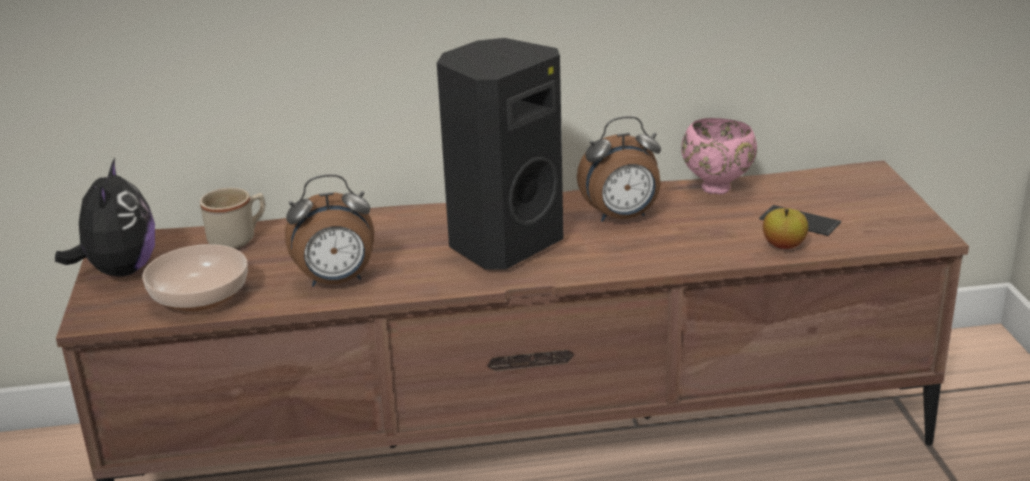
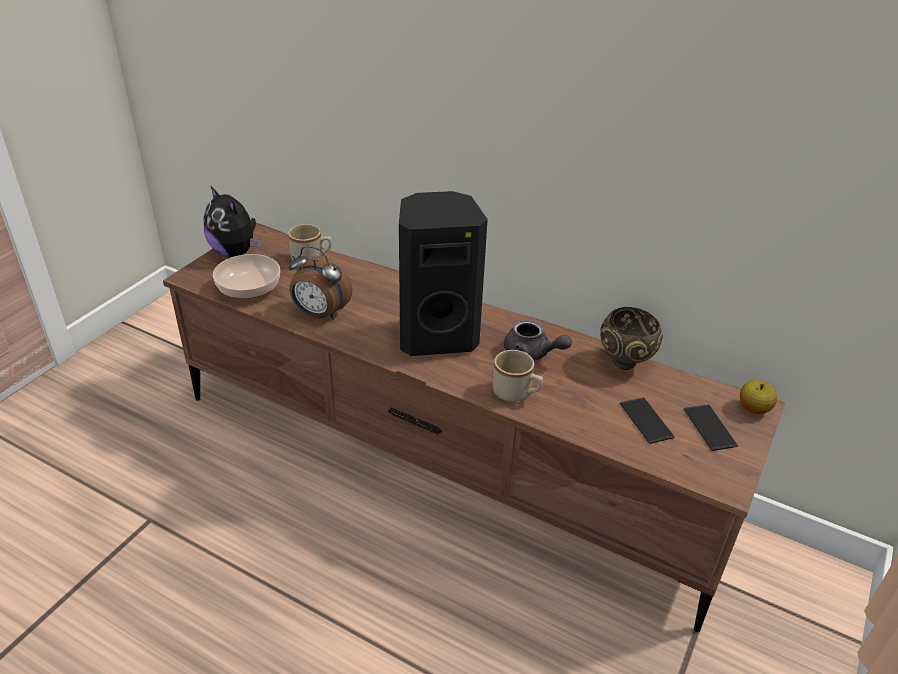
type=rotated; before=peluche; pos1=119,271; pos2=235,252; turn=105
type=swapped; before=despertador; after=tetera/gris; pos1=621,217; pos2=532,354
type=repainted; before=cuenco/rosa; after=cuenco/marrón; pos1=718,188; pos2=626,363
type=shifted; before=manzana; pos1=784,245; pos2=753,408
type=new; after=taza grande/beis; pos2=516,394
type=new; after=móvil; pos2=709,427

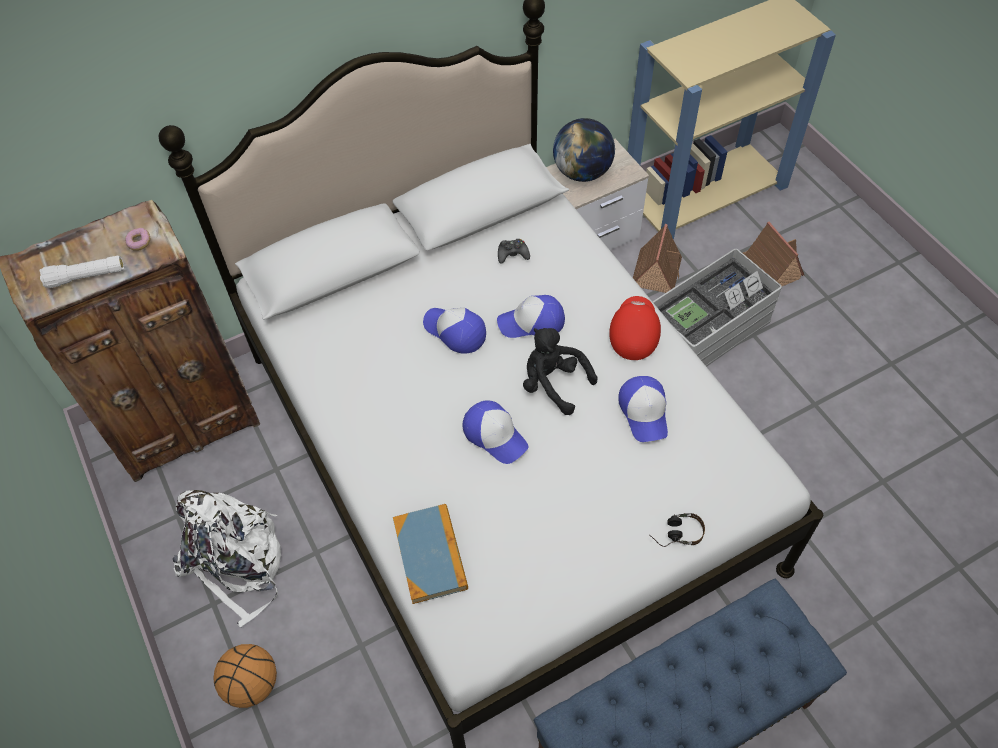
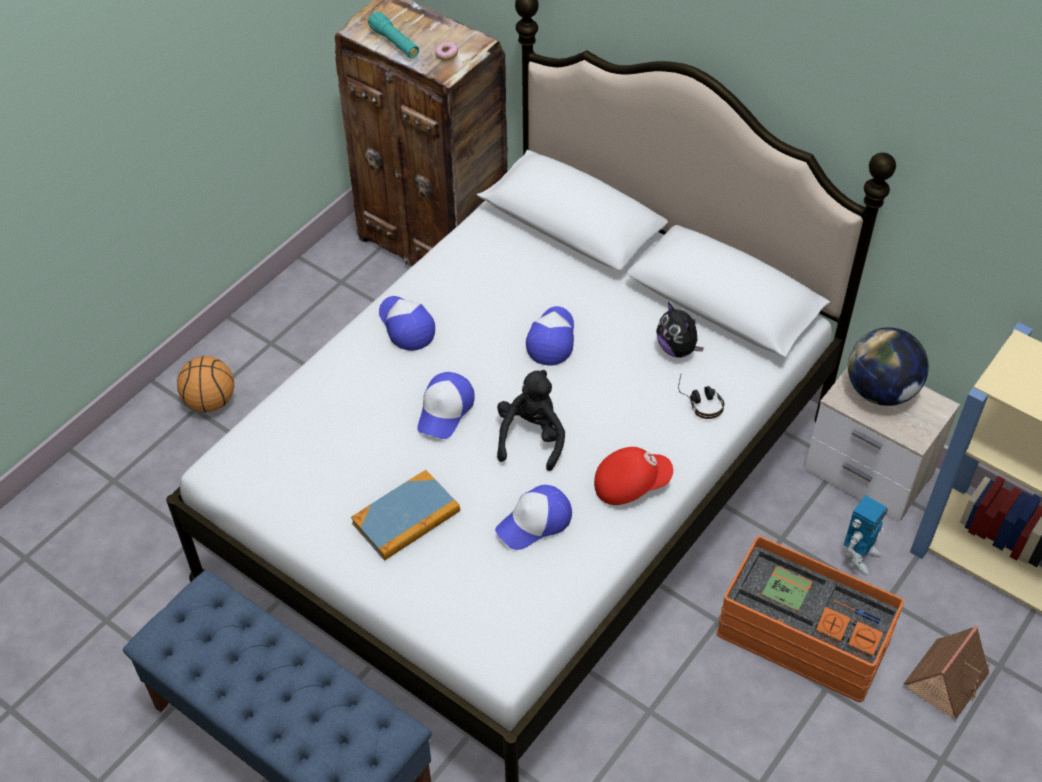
type=repainted; before=linterna/blanco; after=linterna/turquesa; pos1=86,277; pos2=394,43
type=gone; before=mochila/blanco; pos1=236,562
type=shifted; before=libro; pos1=430,555; pos2=406,518
type=shifted; before=gorra; pos1=532,322; pos2=406,326
type=swapped; before=mando de consola/negro; after=peluche; pos1=512,254; pos2=677,349
type=swapped; before=casita; after=robot de juguete; pos1=656,271; pos2=859,556
type=shifted; before=auriculares; pos1=675,533; pos2=700,400
type=repainted; before=caja de almacenaje/gris; after=caja de almacenaje/naranja; pos1=706,328; pos2=804,634

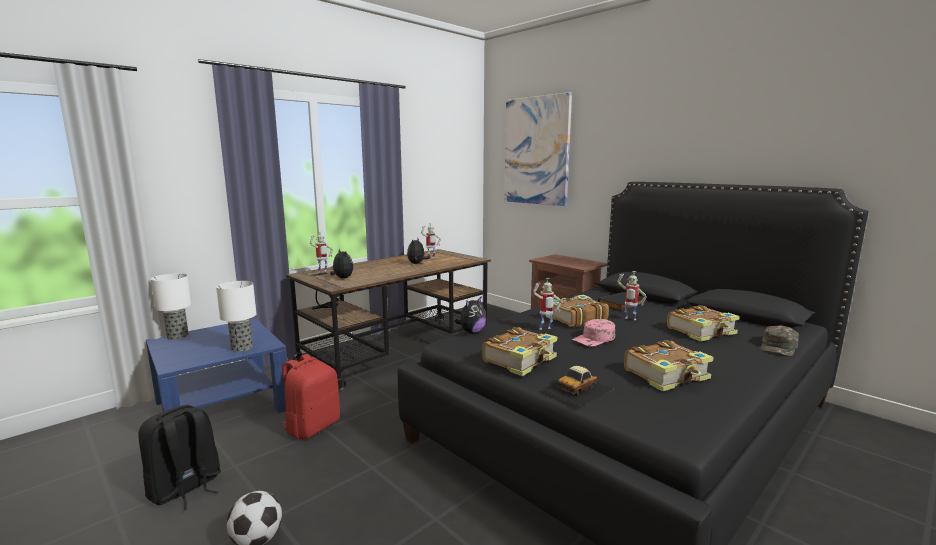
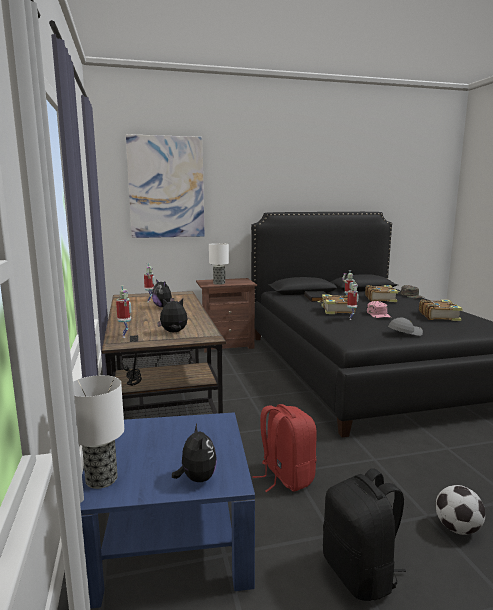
type=shifted; before=lámpara de mesa; pos1=241,348; pos2=219,283
type=shifted; before=peluche; pos1=472,332; pos2=196,479
type=swapped; before=libro; after=gorra/gris; pos1=521,360; pos2=404,332
type=gone; before=coche de juguete; pos1=577,389

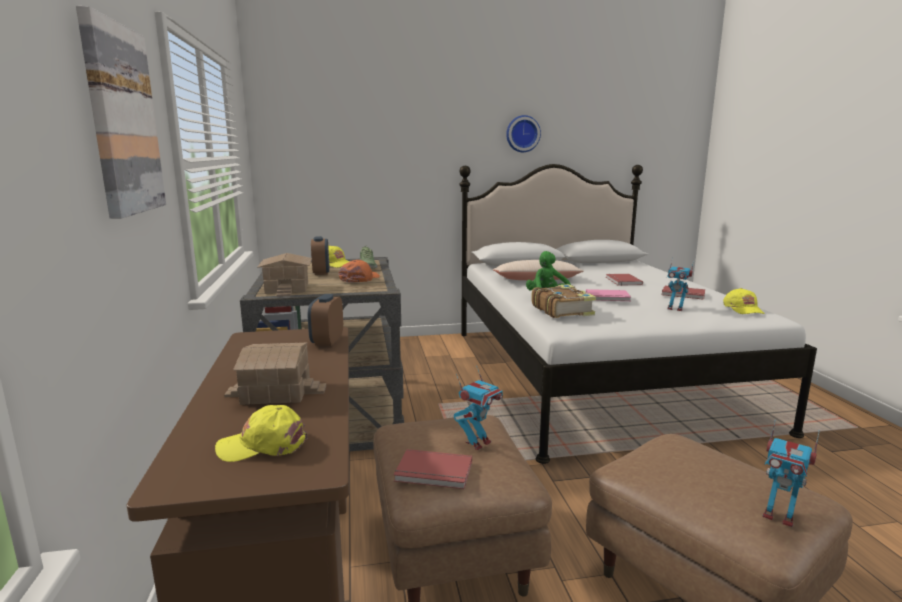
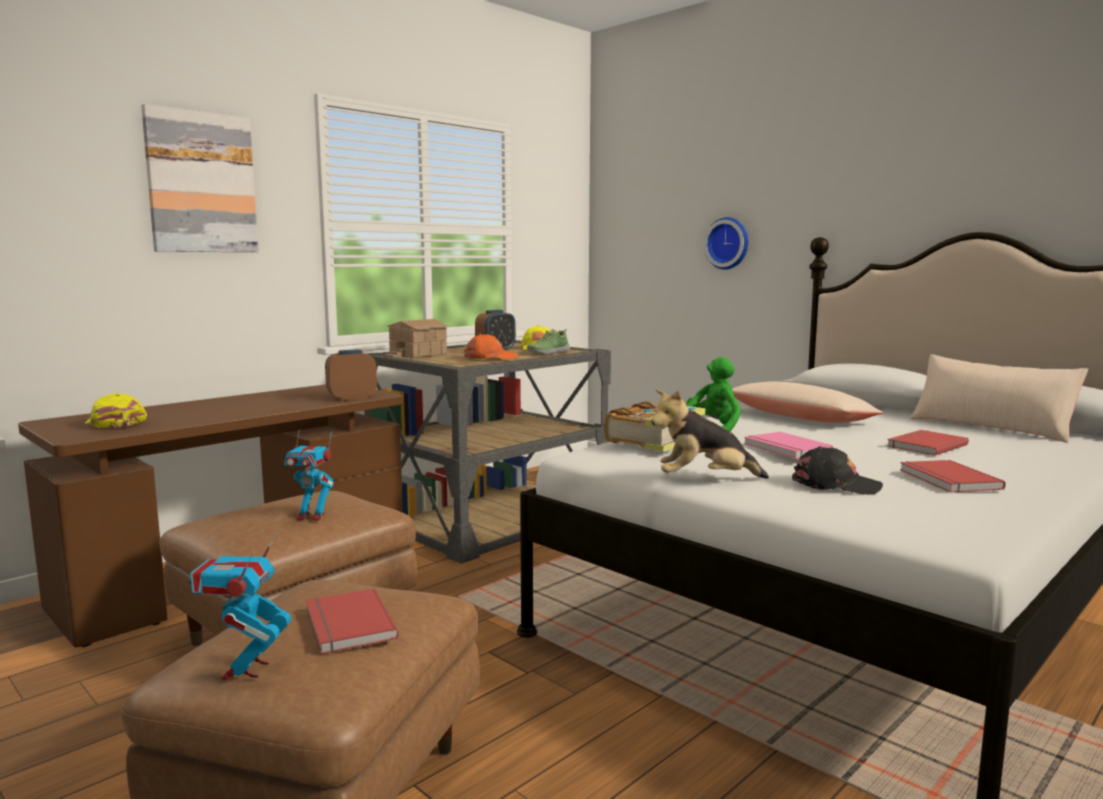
type=gone; before=casita; pos1=276,392
type=shifted; before=libro/rojo; pos1=434,473; pos2=346,625
type=shifted; before=reloj de pared; pos1=522,134; pos2=728,243
type=swapped; before=robot de juguete; after=gorra/negro; pos1=675,308; pos2=835,485
type=gone; before=gorra/amarillo; pos1=743,309
type=new; after=peluche; pos2=704,480
type=new; after=cojín/beis; pos2=990,427

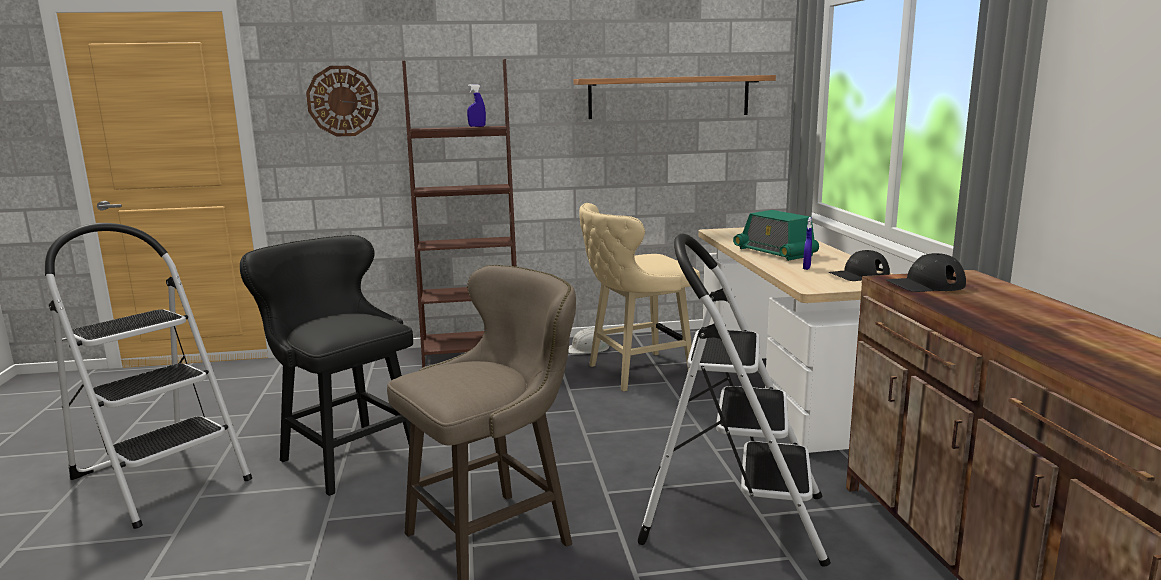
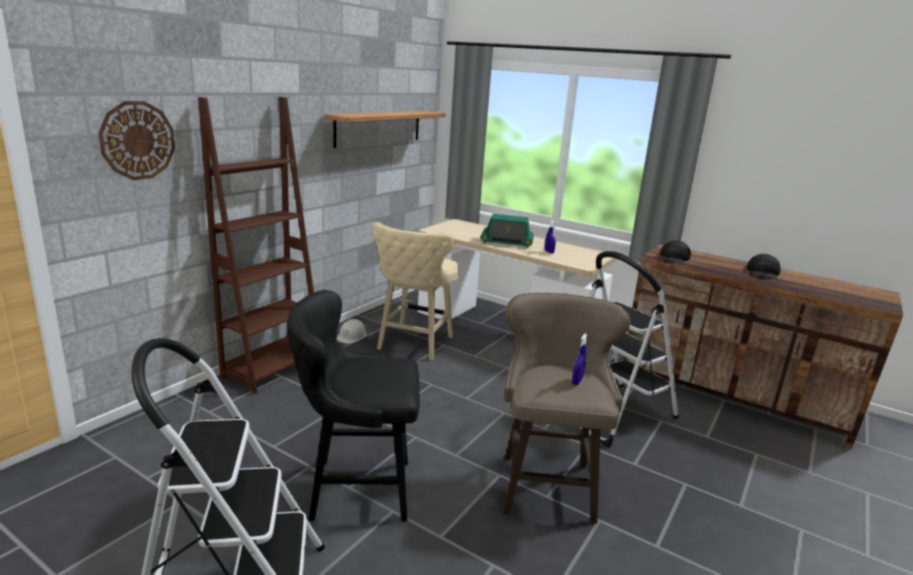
type=shifted; before=pulverizador/azul; pos1=477,126; pos2=577,381
type=shifted; before=gorra/negro; pos1=859,275; pos2=762,272

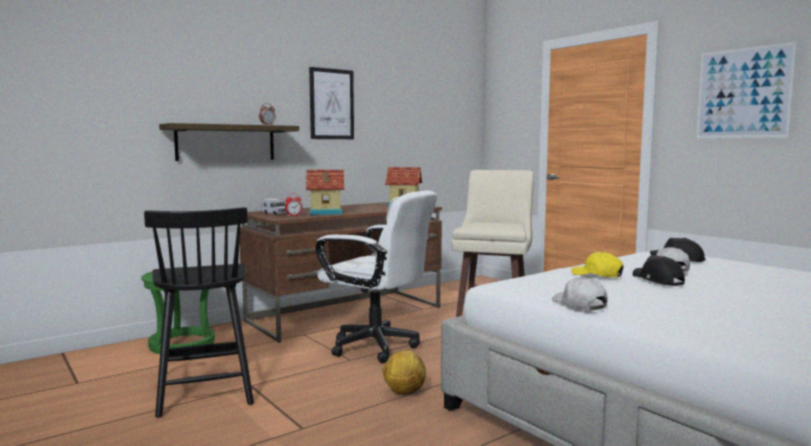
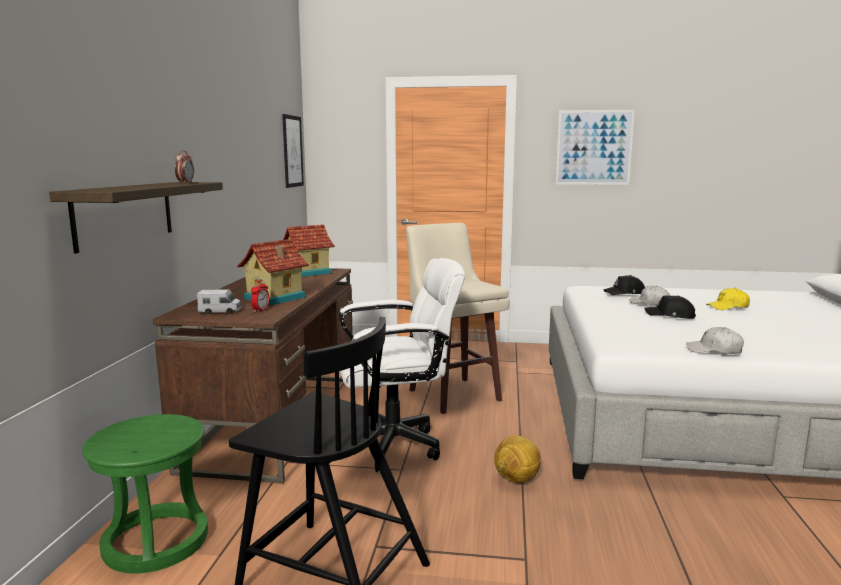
type=shifted; before=cuadro; pos1=331,104; pos2=292,151
type=shifted; before=gorra/amarillo; pos1=597,275; pos2=728,307

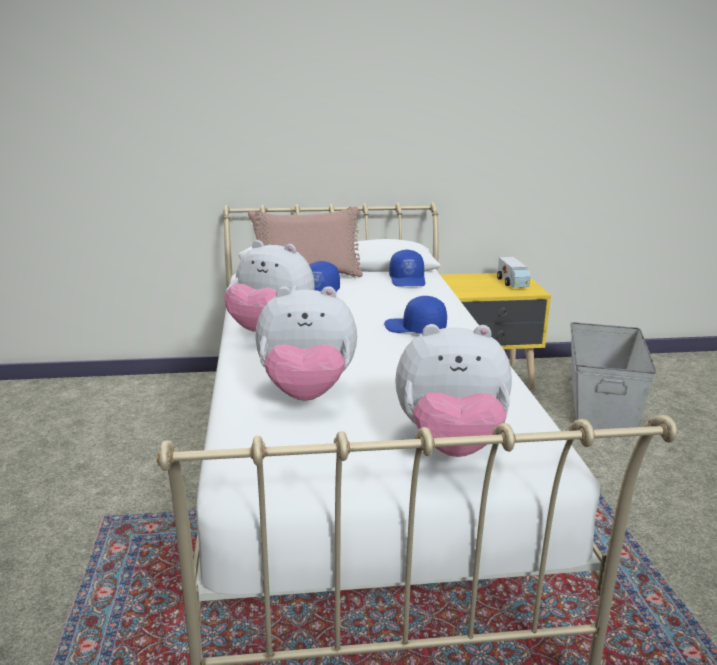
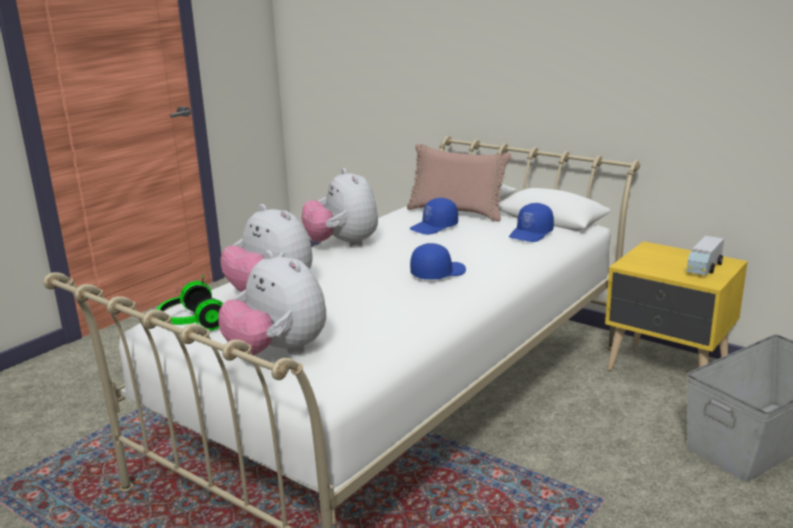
type=rotated; before=gorra/azul; pos1=415,329; pos2=437,273; turn=75
type=new; after=auriculares; pos2=190,323

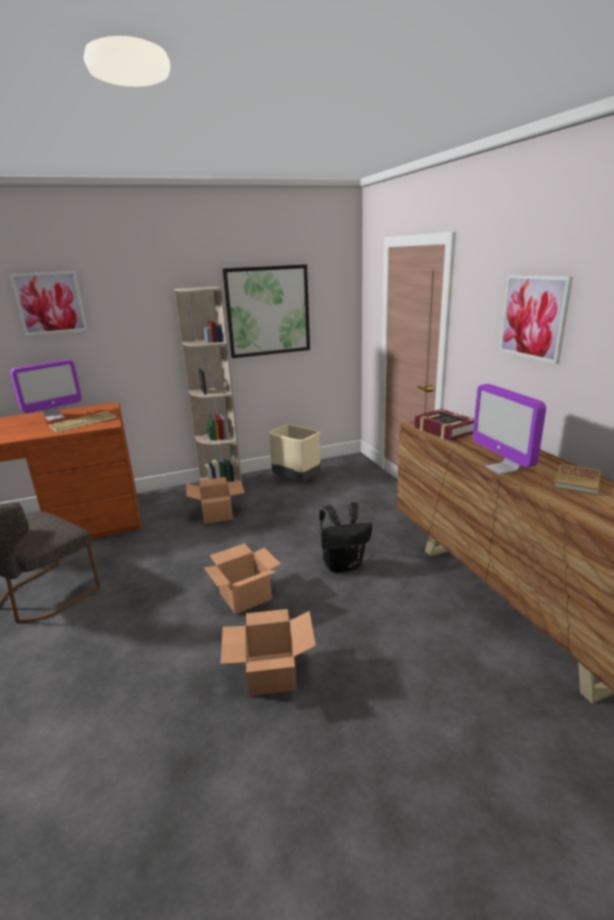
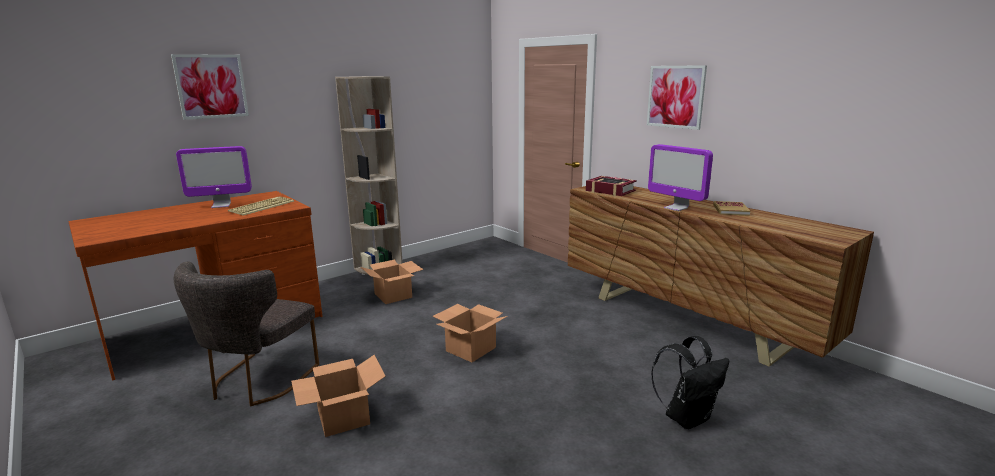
type=rotated; before=monitor; pos1=55,417; pos2=221,205; turn=45
type=shifted; before=caja de cartón; pos1=272,674; pos2=344,417
type=gone; before=cuadro; pos1=268,311
type=gone; before=papelera/beis; pos1=297,481
type=shifted; before=mochila/negro; pos1=343,565; pos2=687,417

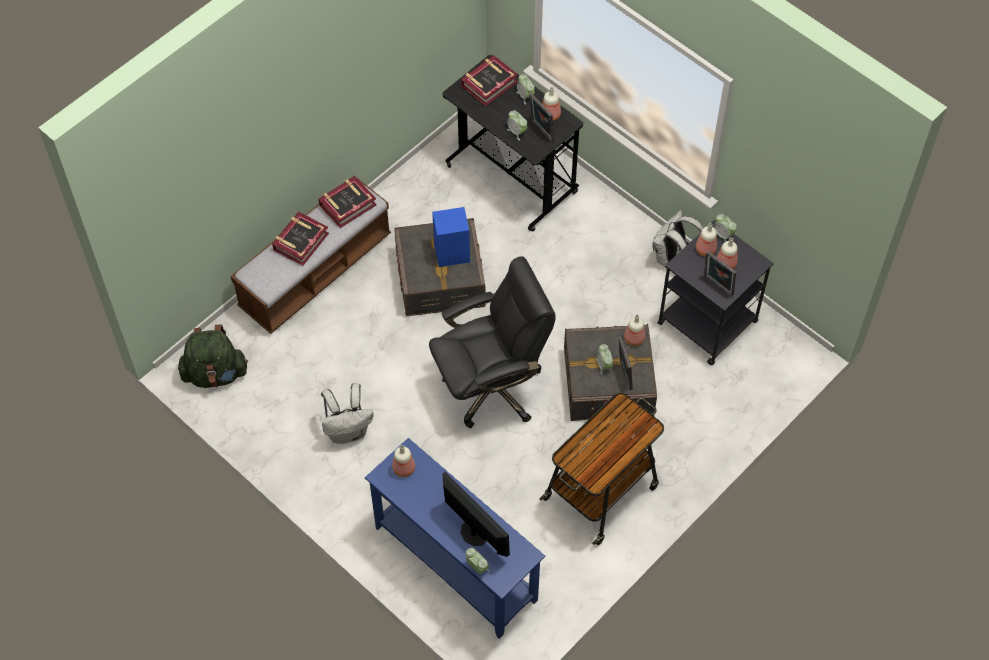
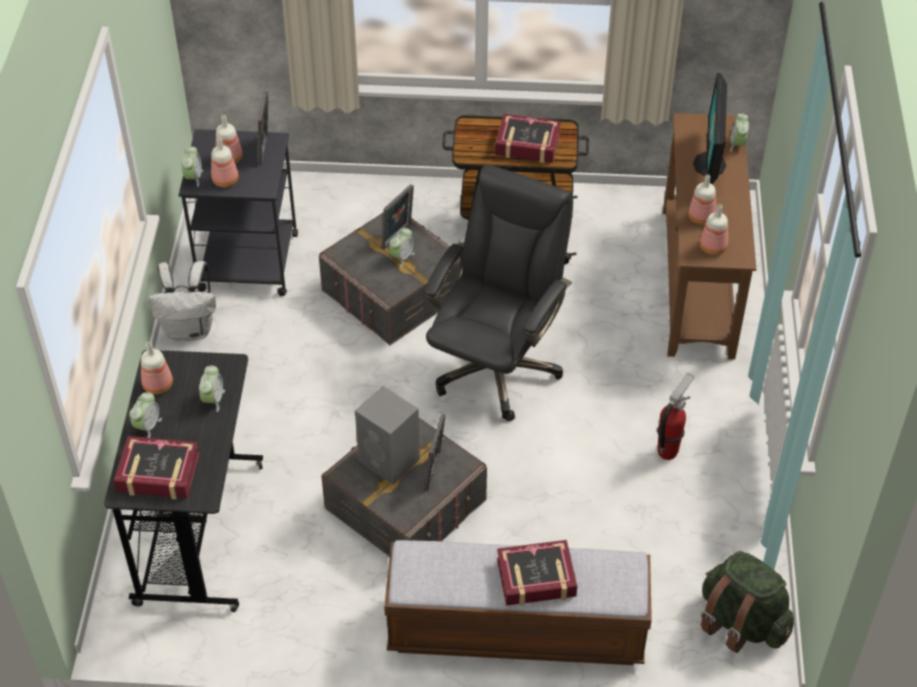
type=shifted; before=libro; pos1=347,205; pos2=527,144
type=swapped; before=mochila/blanco; after=extintor; pos1=348,431; pos2=668,451
type=repainted; before=mesa consola/azul; after=mesa consola/marrón; pos1=455,563; pos2=698,283
type=rotated; before=silla de oficina/negro; pos1=491,389; pos2=495,372; turn=90
type=repainted; before=altavoz/azul; after=altavoz/gris; pos1=450,253; pos2=390,461
type=shifted; before=portarretratos; pos1=541,132; pos2=435,472
type=shifted; before=botella; pos1=634,339; pos2=701,217

